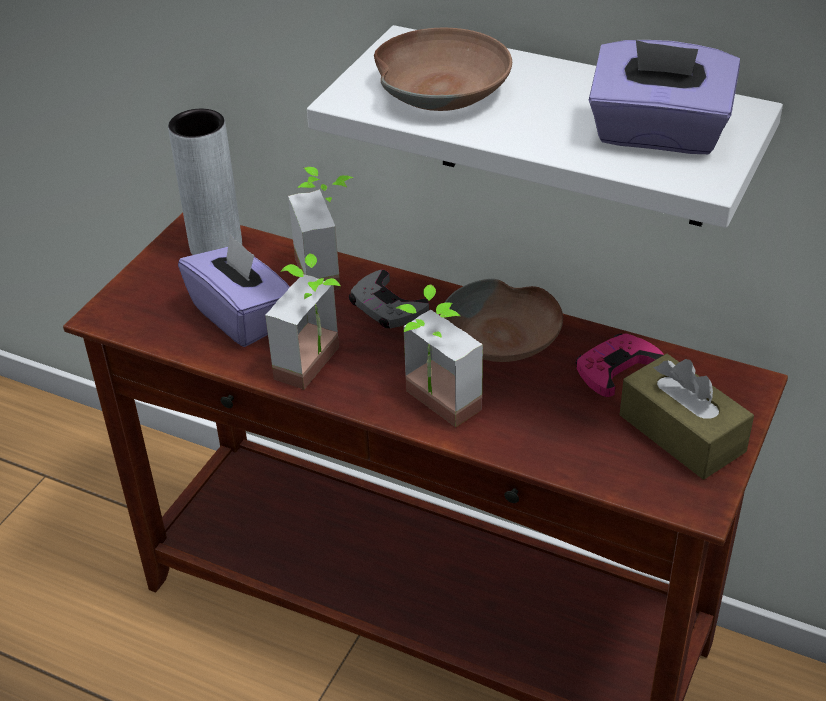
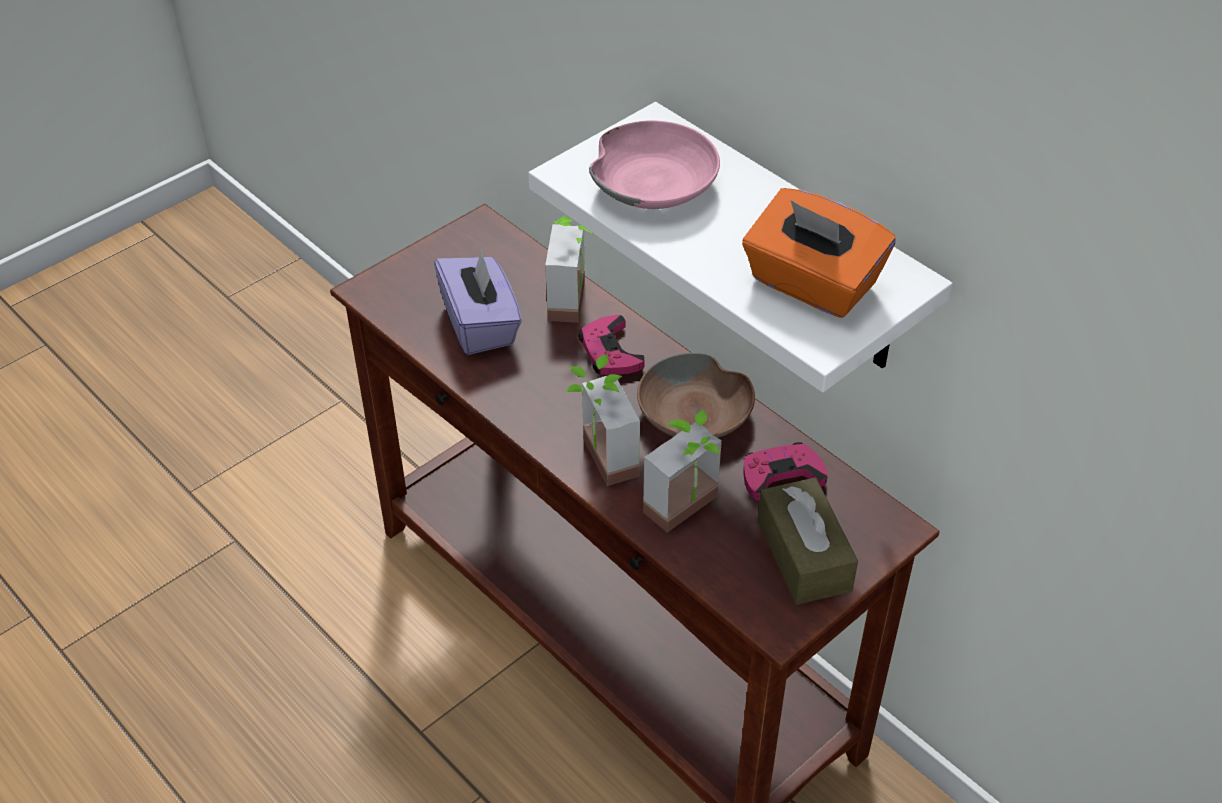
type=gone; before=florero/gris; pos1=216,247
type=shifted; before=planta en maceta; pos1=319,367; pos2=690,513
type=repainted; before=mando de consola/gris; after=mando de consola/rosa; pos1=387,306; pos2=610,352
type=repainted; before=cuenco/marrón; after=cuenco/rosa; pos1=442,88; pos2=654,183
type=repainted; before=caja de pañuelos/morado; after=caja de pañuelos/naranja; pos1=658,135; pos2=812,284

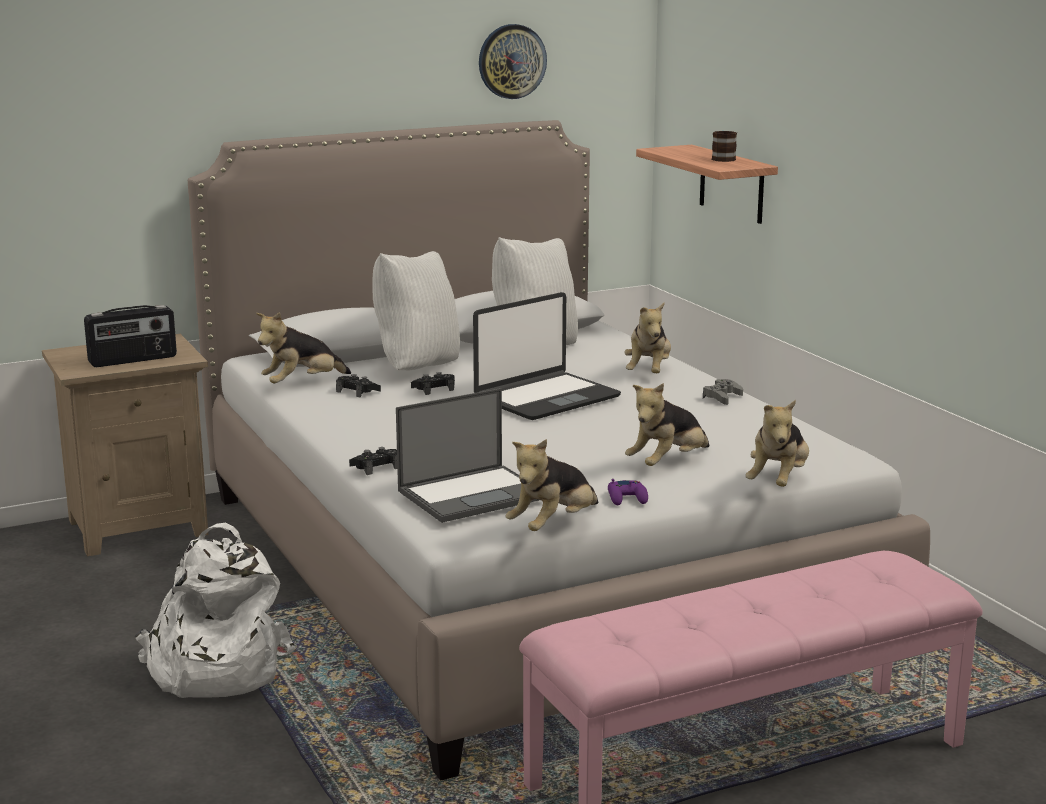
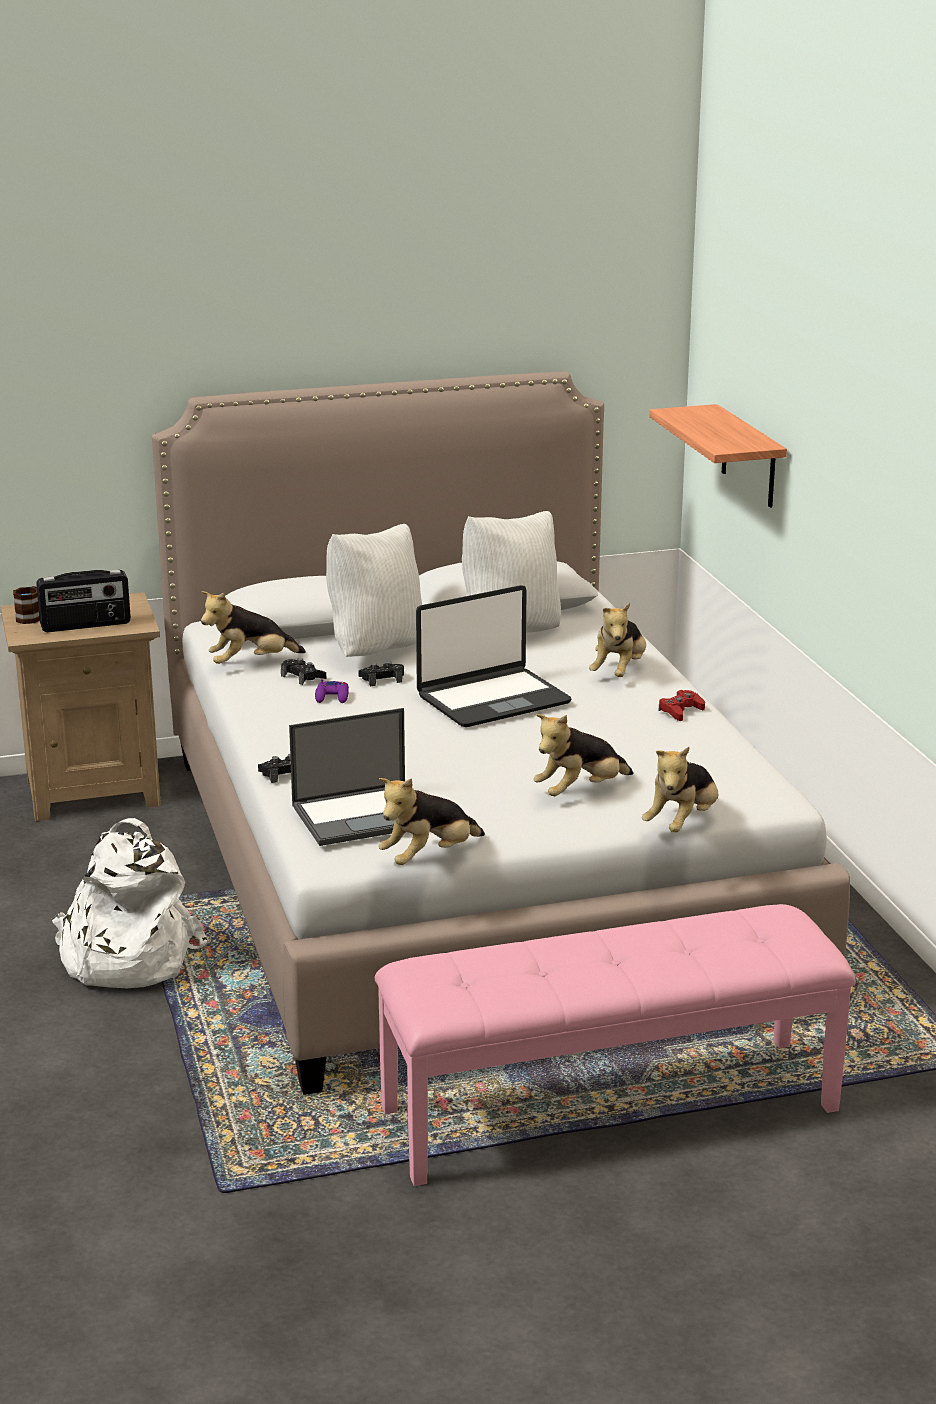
type=gone; before=reloj de pared; pos1=511,61
type=shifted; before=mando de consola/morado; pos1=627,498; pos2=332,697
type=repainted; before=mando de consola/gris; after=mando de consola/rojo; pos1=722,397; pos2=680,711
type=shifted; before=taza grande/marrón; pos1=722,158; pos2=30,617

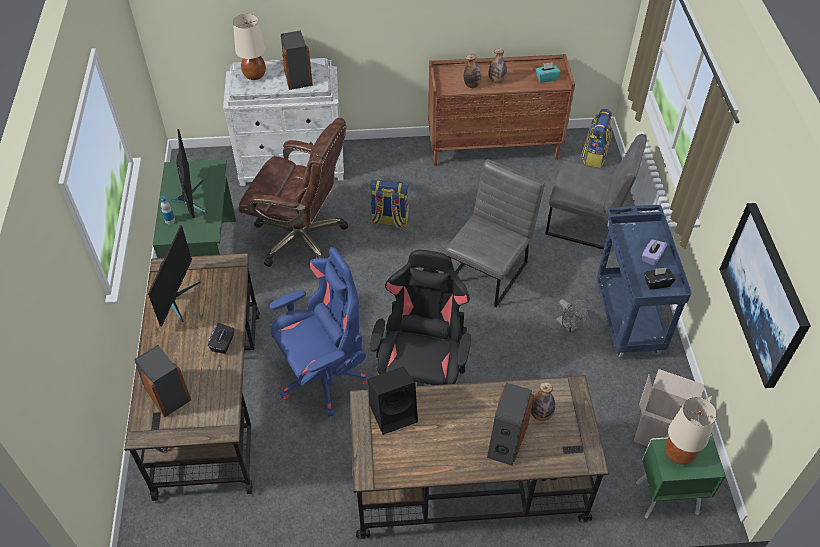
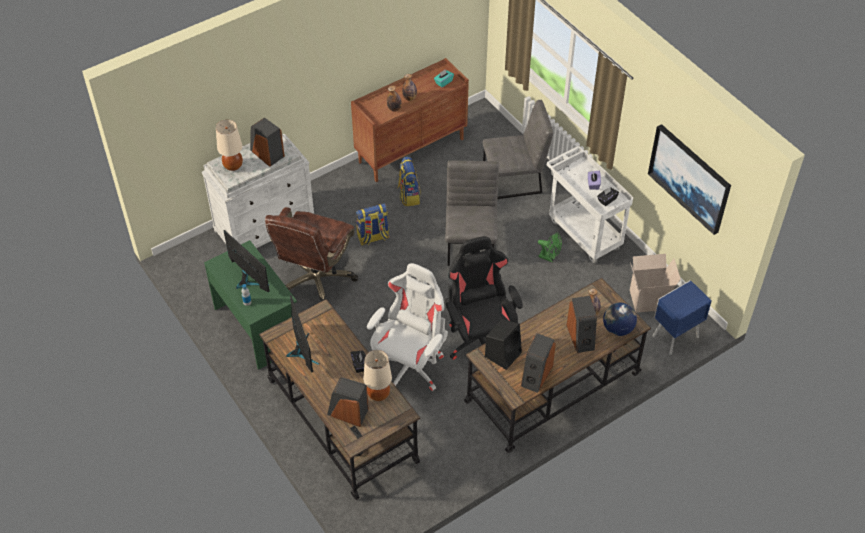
type=rotated; before=silla de oficina/marrón; pos1=300,237; pos2=316,279; turn=120
type=repainted; before=silla de oficina/azul; after=silla de oficina/blanco; pos1=322,378; pos2=409,369
type=repainted; before=ventilador/gris; after=ventilador/verde; pos1=569,326; pos2=549,257
type=shifted; before=mochila; pos1=594,155; pos2=409,195
type=repainted; before=carrito/azul; after=carrito/blanco; pos1=626,316; pos2=582,234
type=repainted; before=mesita de noche/verde; after=mesita de noche/azul; pos1=665,497; pos2=674,337
type=shifted; before=lámpara de mesa/beis; pos1=678,454; pos2=378,394
type=new; after=altavoz; pos2=536,375
type=new; after=globo terráqueo; pos2=617,329

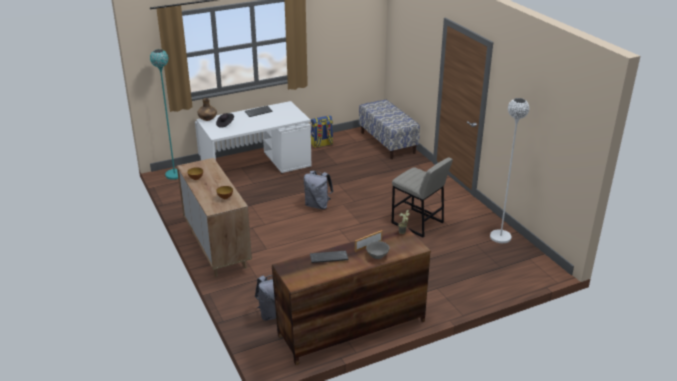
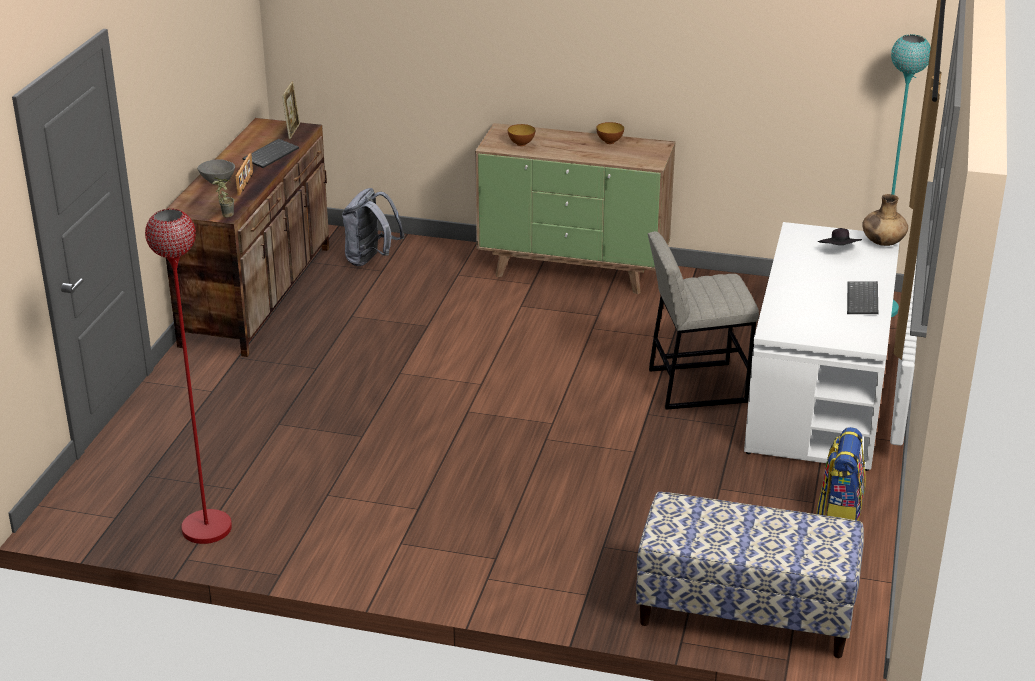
type=gone; before=mochila/gris; pos1=317,205
type=shifted; before=silla/gris; pos1=418,223; pos2=694,386
type=repainted; before=lámpara de pie/blanco; after=lámpara de pie/rojo; pos1=500,237; pos2=207,528
type=new; after=portarretratos; pos2=292,131

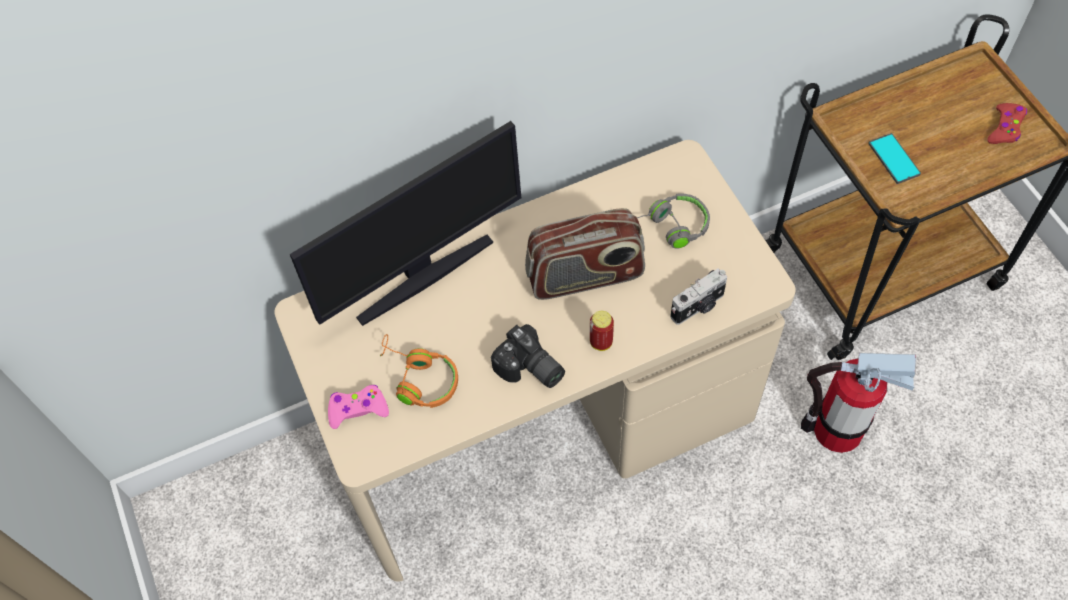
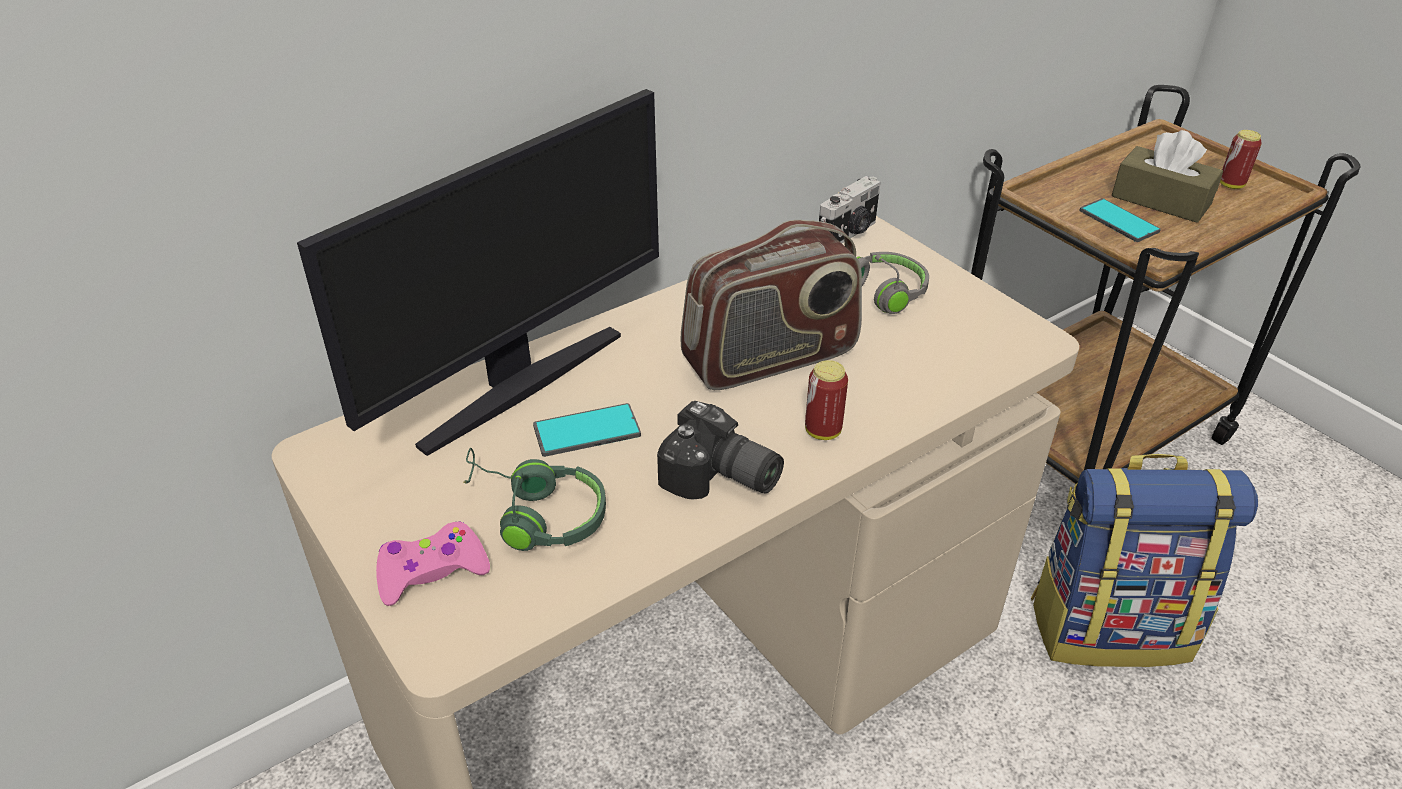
type=repainted; before=auriculares/naranja; after=auriculares/verde; pos1=418,378; pos2=535,513
type=shifted; before=cámara; pos1=698,307; pos2=849,234
type=swapped; before=extintor; after=mochila; pos1=837,430; pos2=1109,627
type=swapped; before=mando de consola/rojo; after=lata; pos1=1005,128; pos2=1231,185
type=new; after=móvil; pos2=587,431
type=new; after=caja de pañuelos/marrón; pos2=1161,200

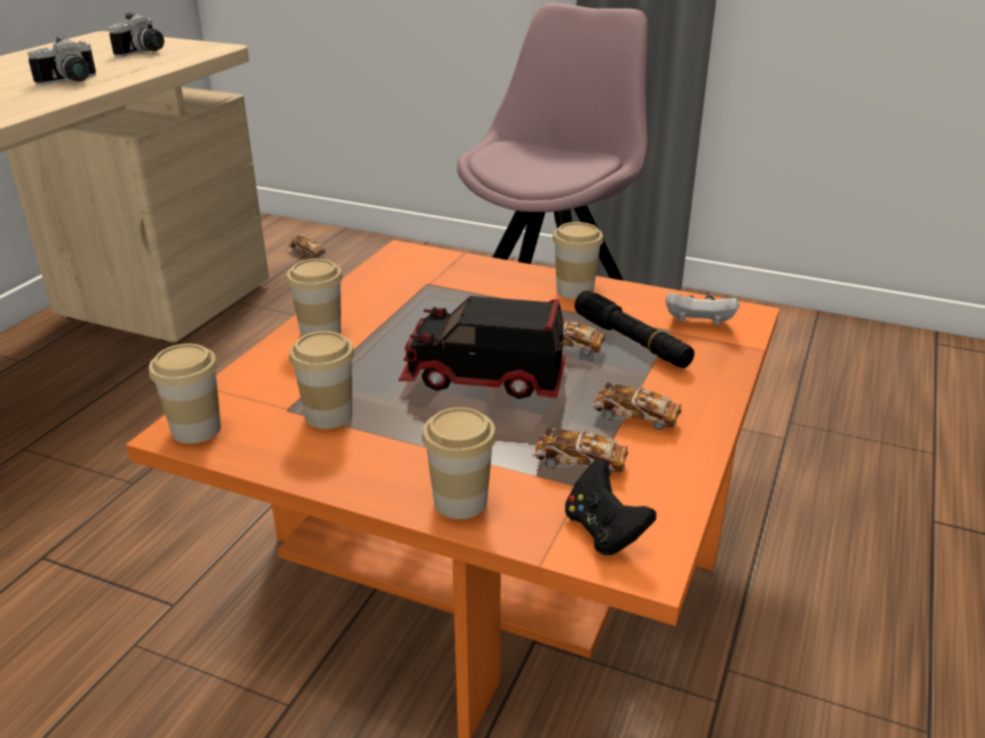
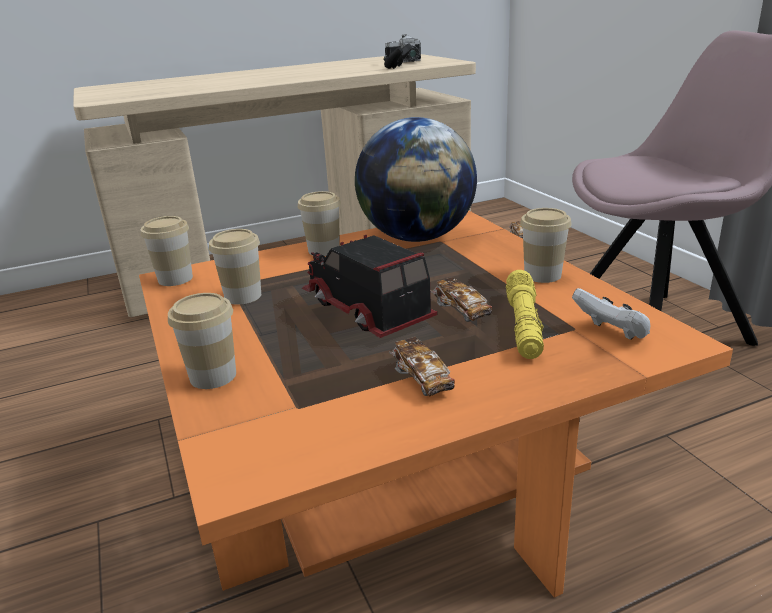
type=gone; before=cámara; pos1=71,81
type=gone; before=coche de juguete; pos1=579,464
type=shifted; before=mando de consola/negro; pos1=604,531; pos2=397,67
type=repainted; before=linterna/negro; after=linterna/amarillo; pos1=631,341; pos2=523,324
type=new; after=globo terráqueo; pos2=417,237

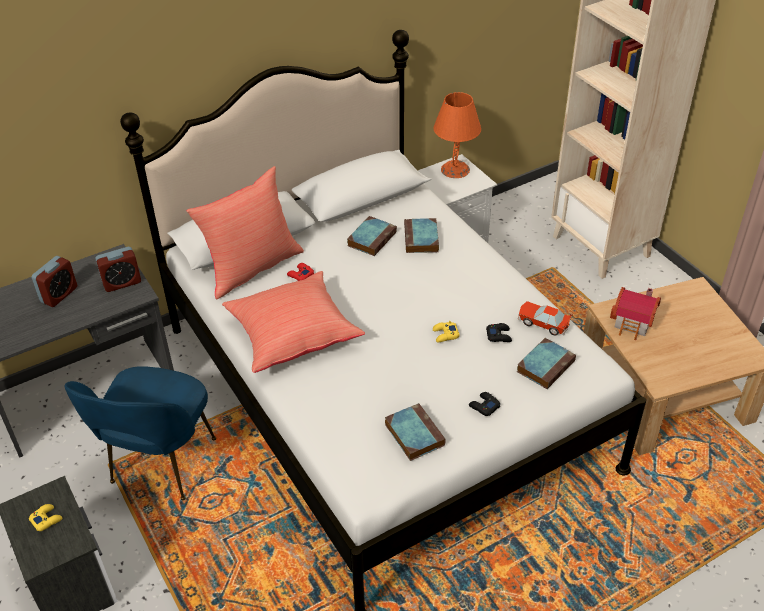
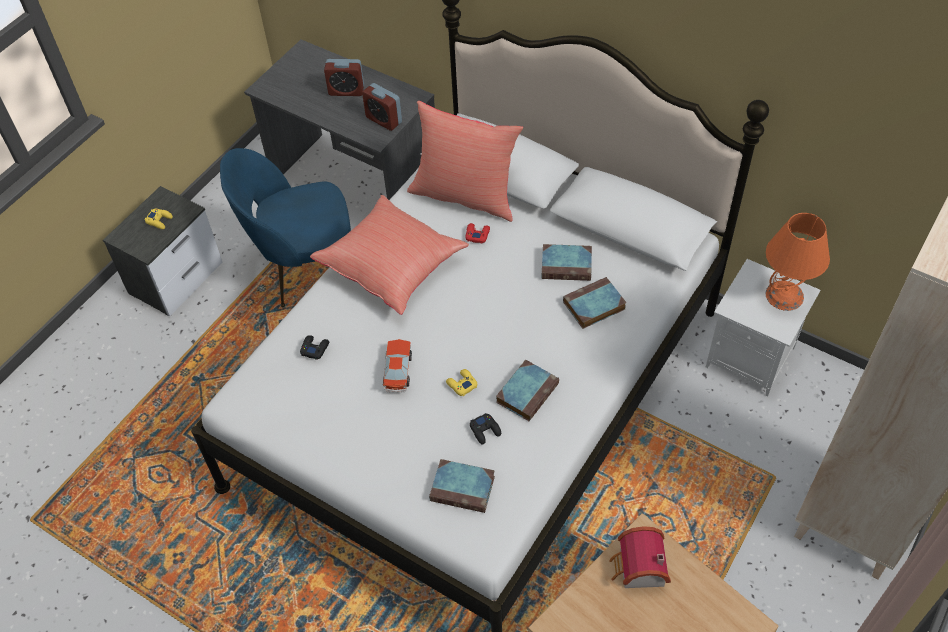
type=shifted; before=libro; pos1=413,434; pos2=527,392
type=shifted; before=mando de consola/negro; pos1=484,406; pos2=314,348
type=shifted; before=coche de juguete; pos1=543,323; pos2=398,370

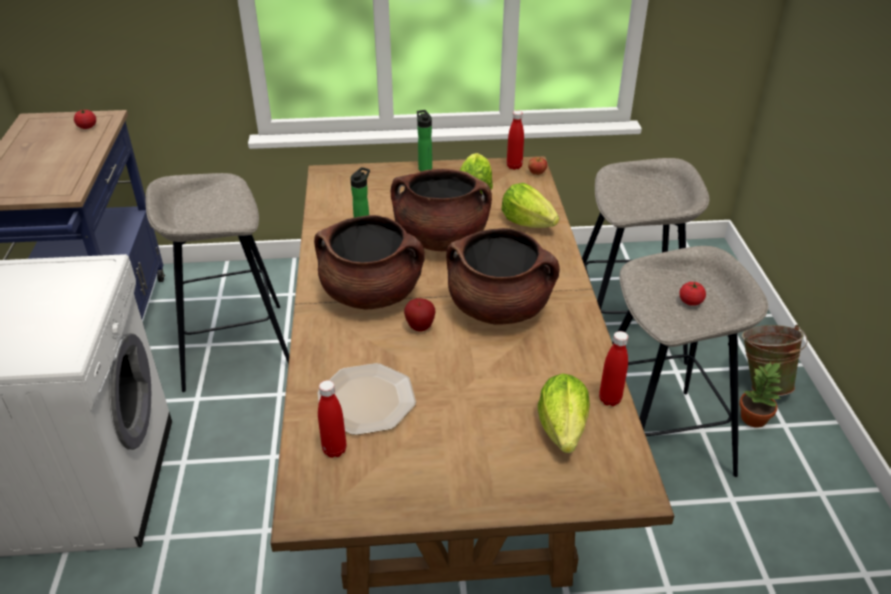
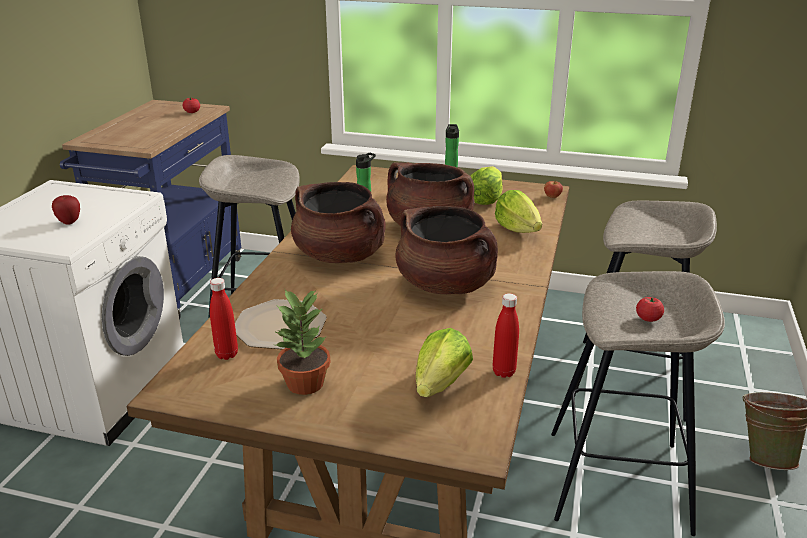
type=shifted; before=manzana; pos1=420,327; pos2=69,222
type=gone; before=botella/rojo; pos1=514,166
type=shifted; before=planta en maceta; pos1=754,418; pos2=306,384

